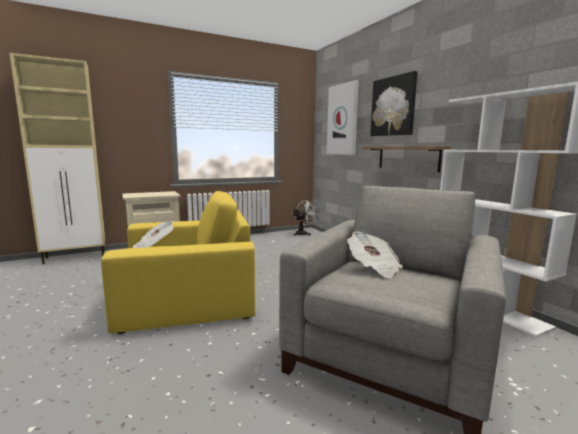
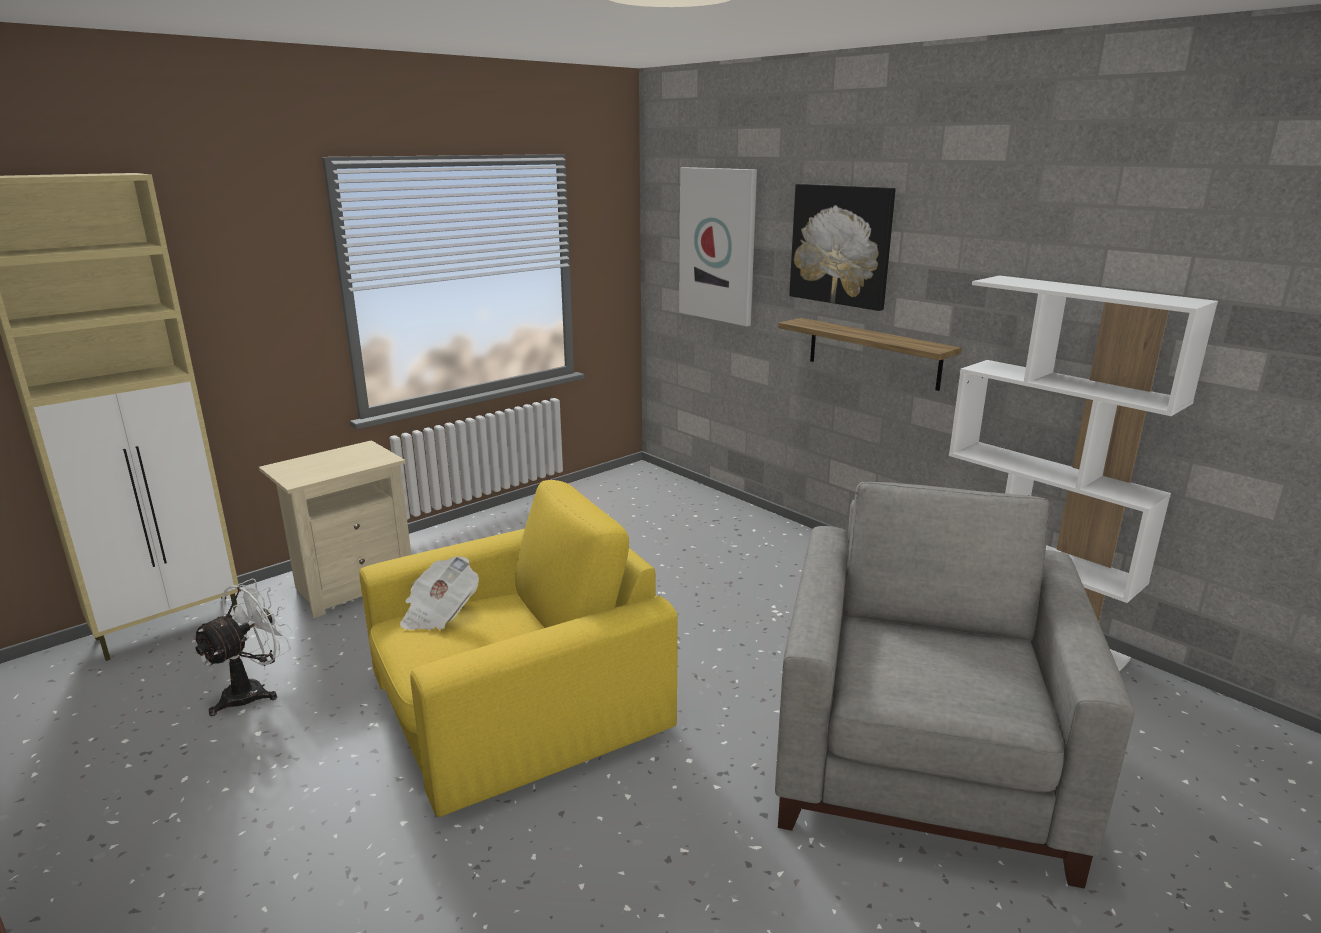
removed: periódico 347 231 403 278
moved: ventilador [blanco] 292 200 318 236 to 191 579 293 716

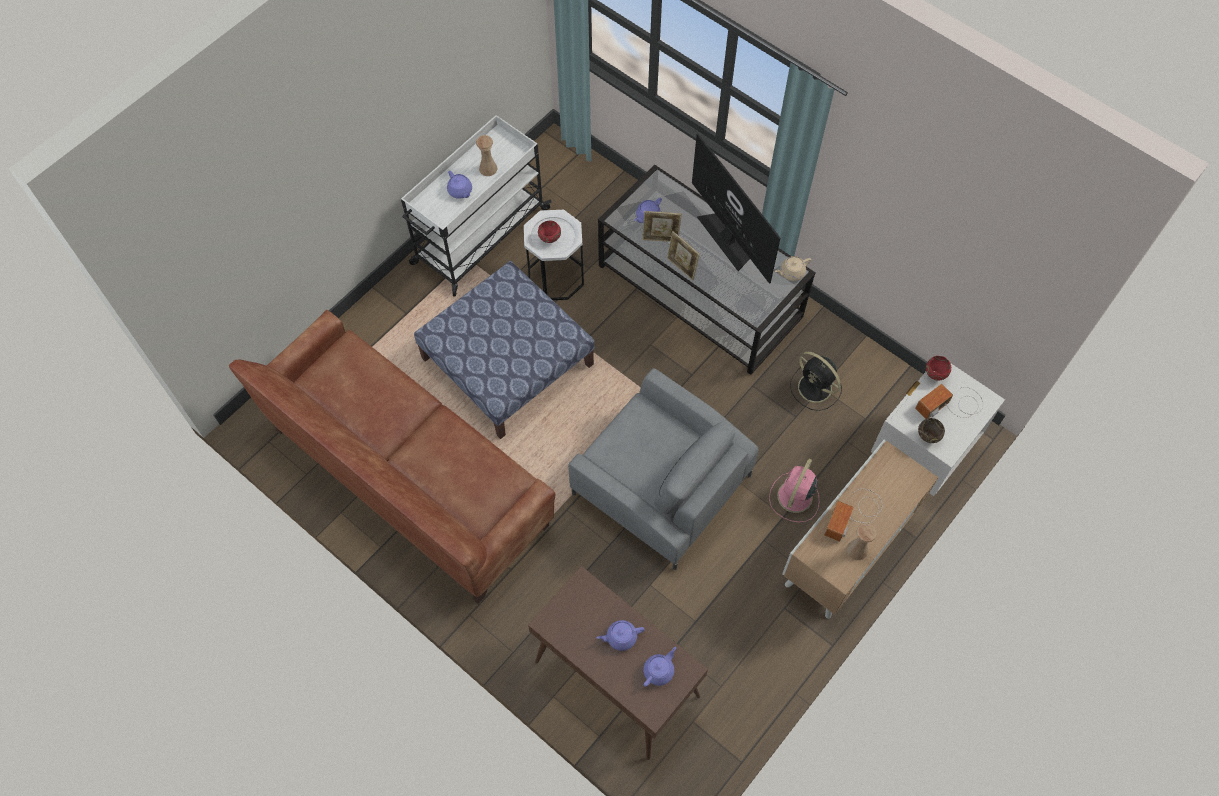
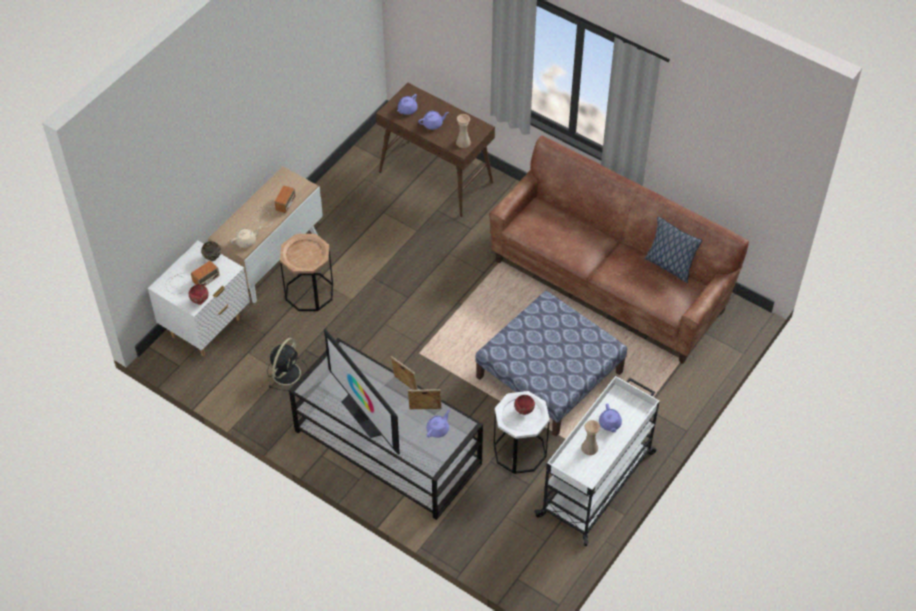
removed: sillón [gris] 568 368 759 570
added: cojín 645 216 702 283
moved: tetera [beis] 775 256 811 281 to 231 227 261 248; florero [beis] 847 523 877 560 to 456 114 471 148
replaced: ventilador [rosa] 769 459 819 522 to mesa auxiliar [marrón] 280 234 333 311
turned: ventilador [negro] 790 352 842 411 = 267 338 308 391 75 degrees clockwise; tetera [morado] 447 171 472 199 = 599 403 622 432 150 degrees counterclockwise

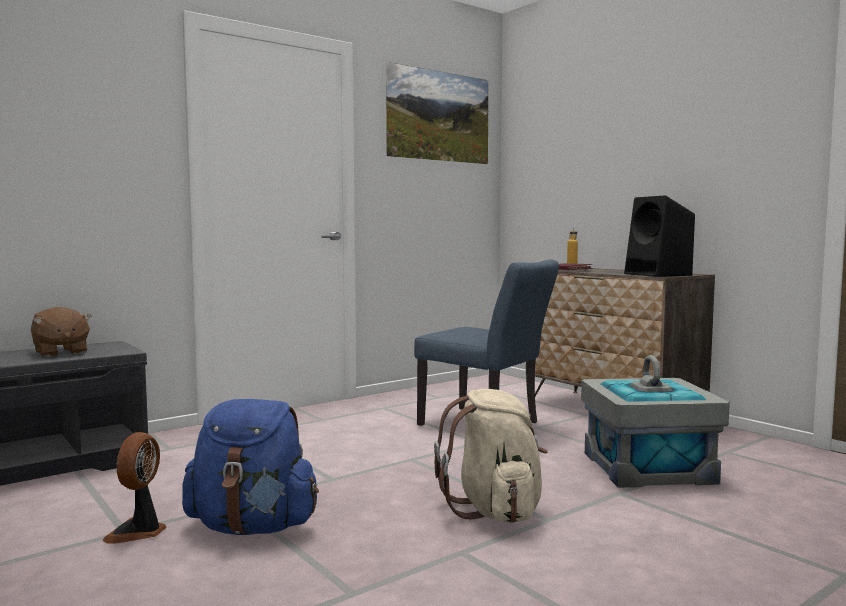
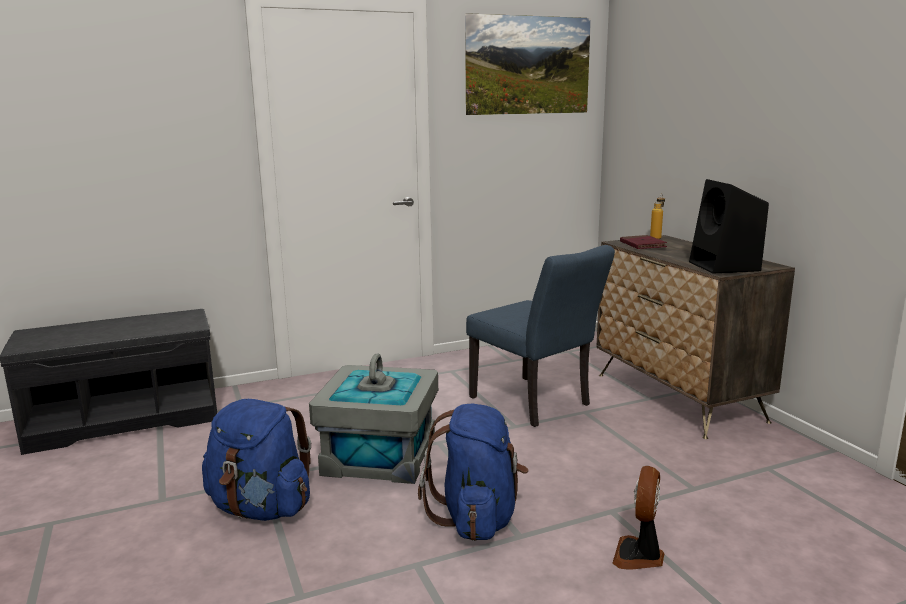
removed: peluche [marrón] 31 307 92 357
moved: caja de almacenaje [gris] 581 355 730 488 to 309 353 438 484; ventilador 103 432 166 544 to 612 466 664 570
recoloured: mochila [beis] 434 389 548 523 to mochila [azul] 418 403 529 541

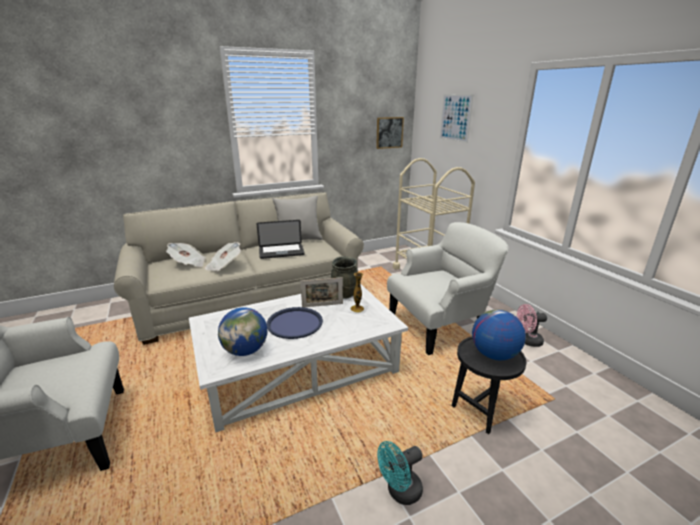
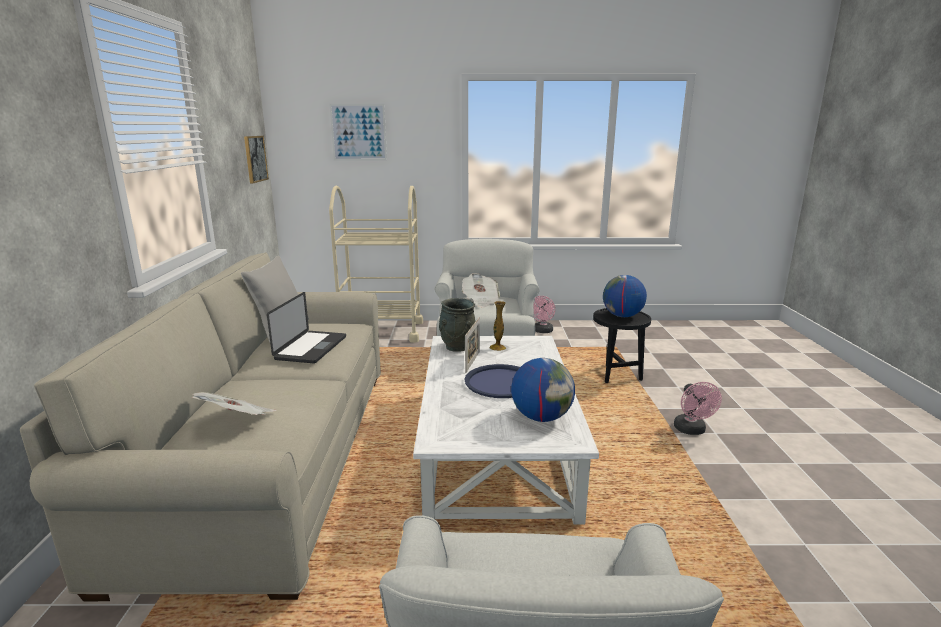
moved: periódico 205 242 241 272 to 462 273 500 307
recoloured: ventilador [turquesa] 377 441 423 505 to ventilador [rosa] 674 382 722 435

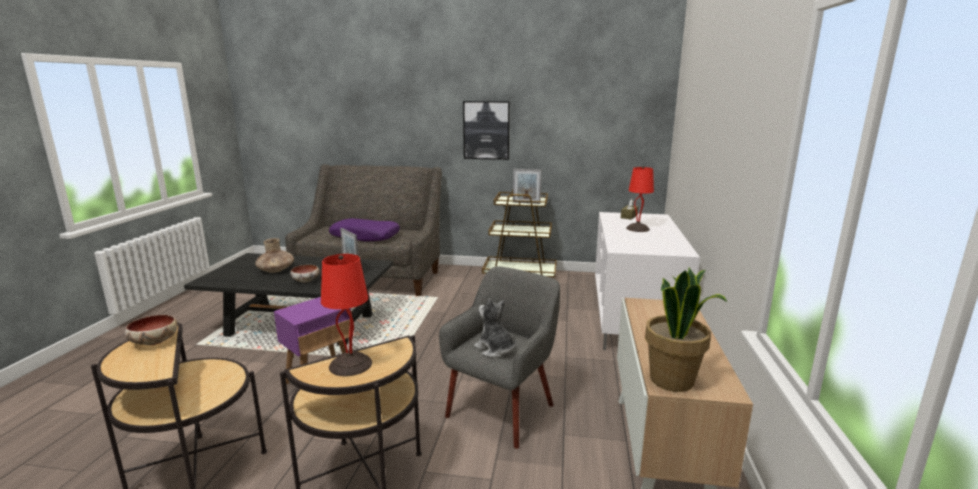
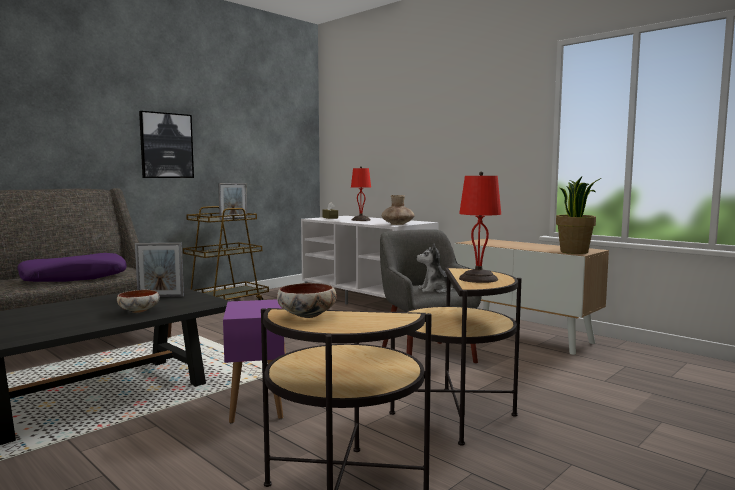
moved: florero [marrón] 255 238 294 273 to 382 195 415 225

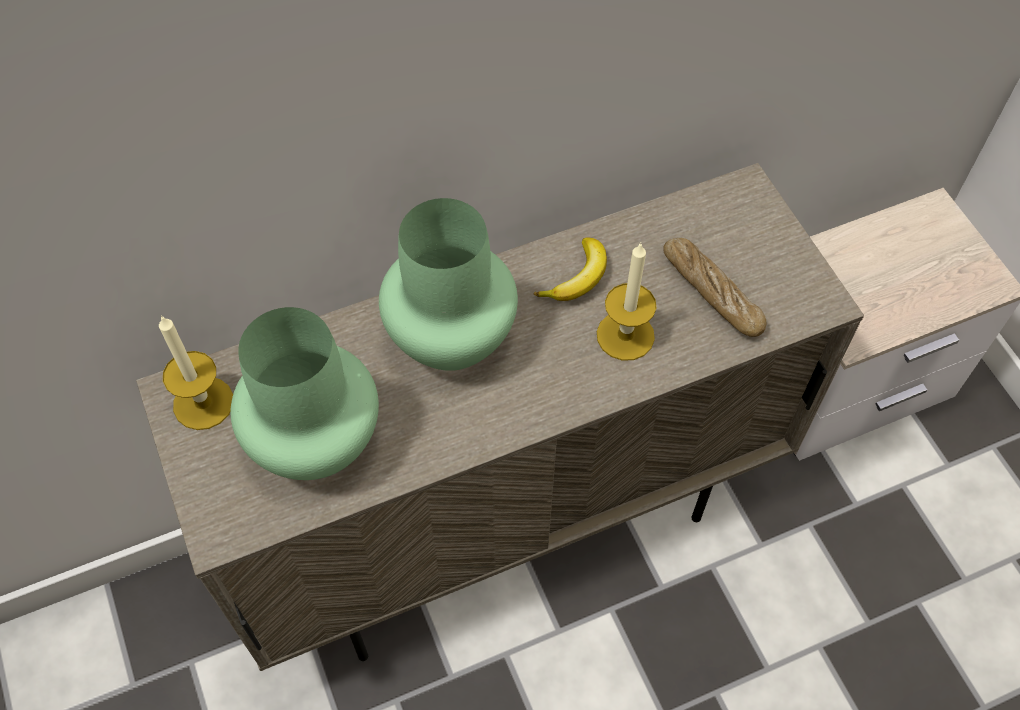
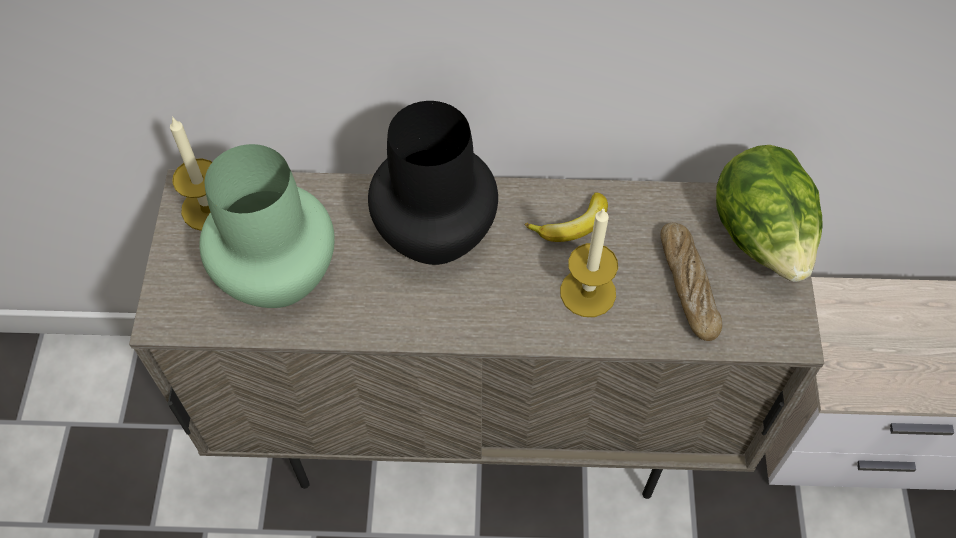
added: lechuga 716 145 823 282
recoloured: florero [verde] 379 198 518 371 to florero [negro] 368 101 498 265

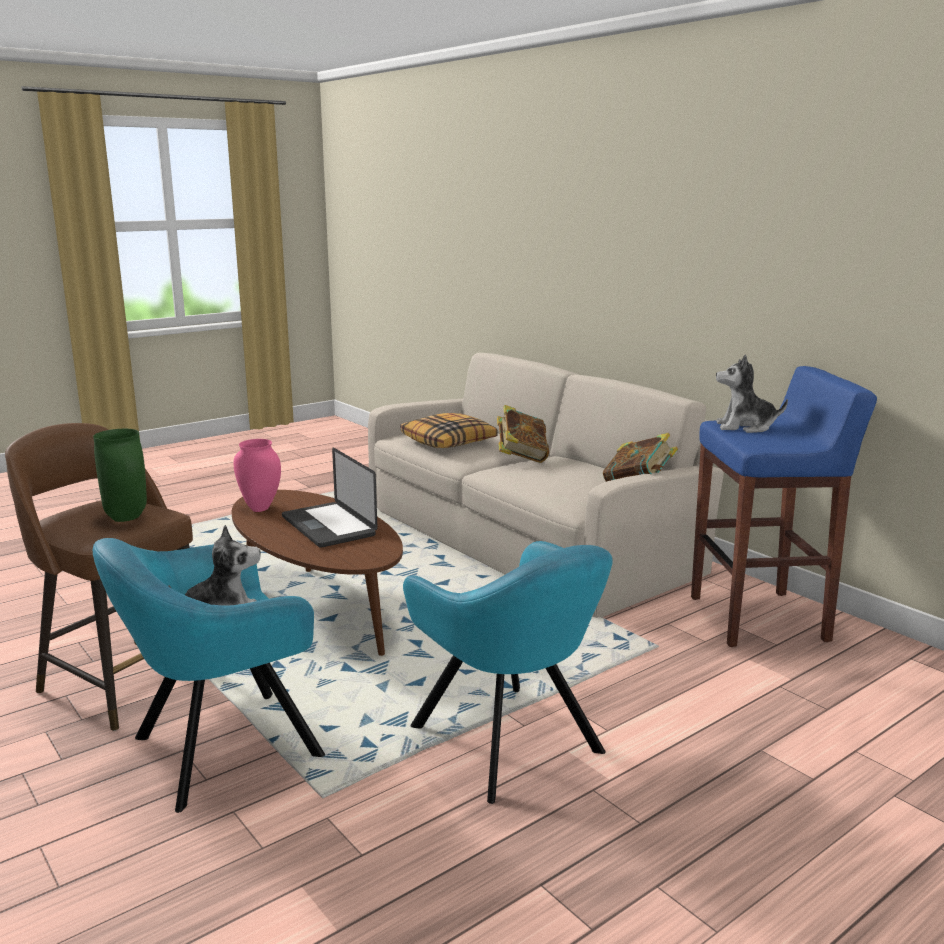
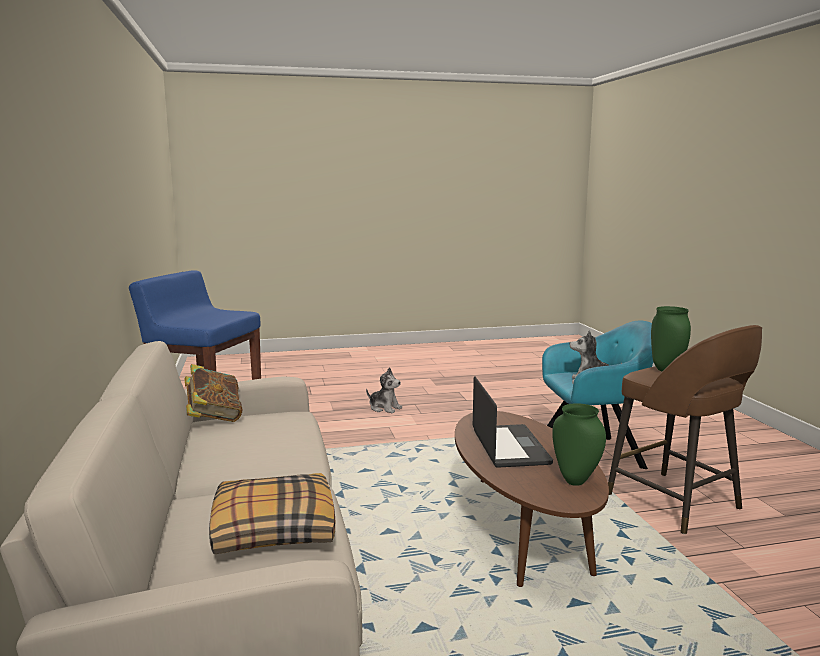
removed: sillón [turquesa] 403 541 613 804; libro 497 405 549 463
moved: peluche 716 355 788 433 to 366 367 402 414
recoloured: florero [rosa] 234 439 281 512 to florero [verde] 552 403 606 486

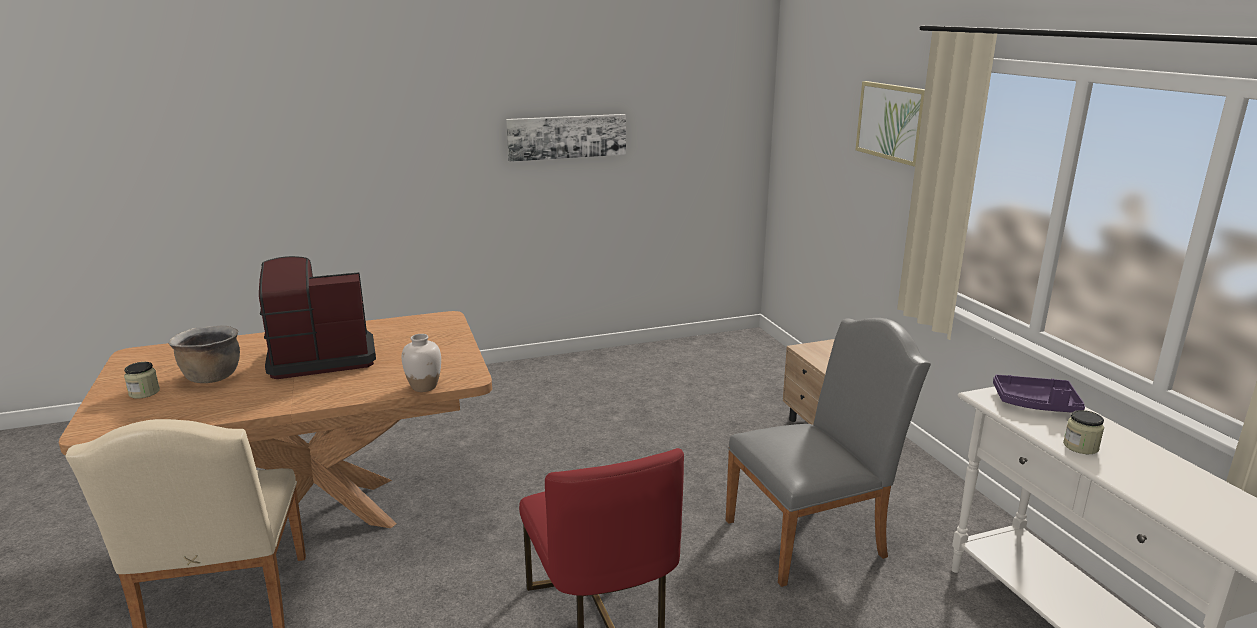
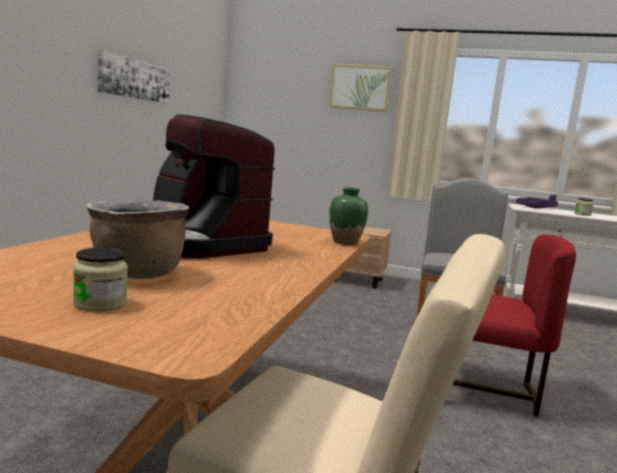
recoloured: florero [blanco] 402 334 441 392 to florero [verde] 329 187 368 245
turned: cafetera 259 256 376 379 = 153 114 275 258 60 degrees counterclockwise

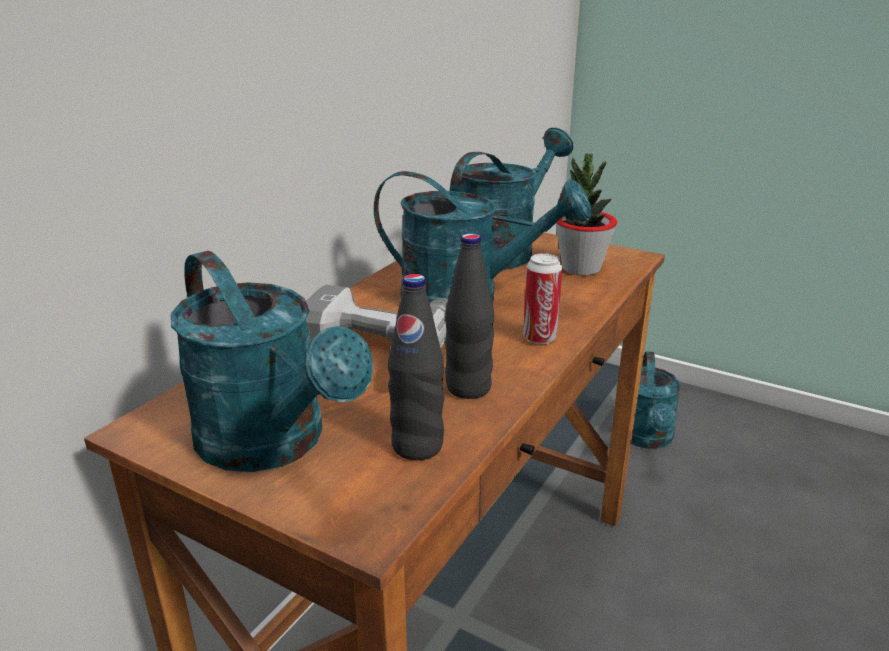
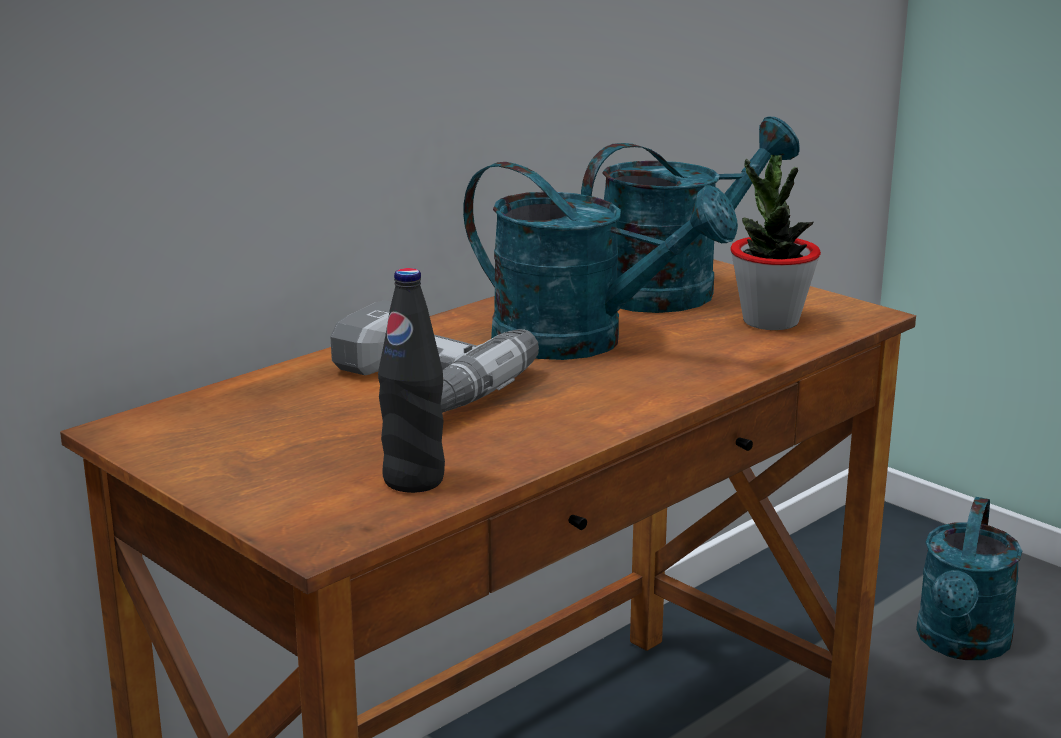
removed: regadera [turquesa] 171 251 373 472; botella [negro] 445 233 494 399; lata 523 253 562 344

